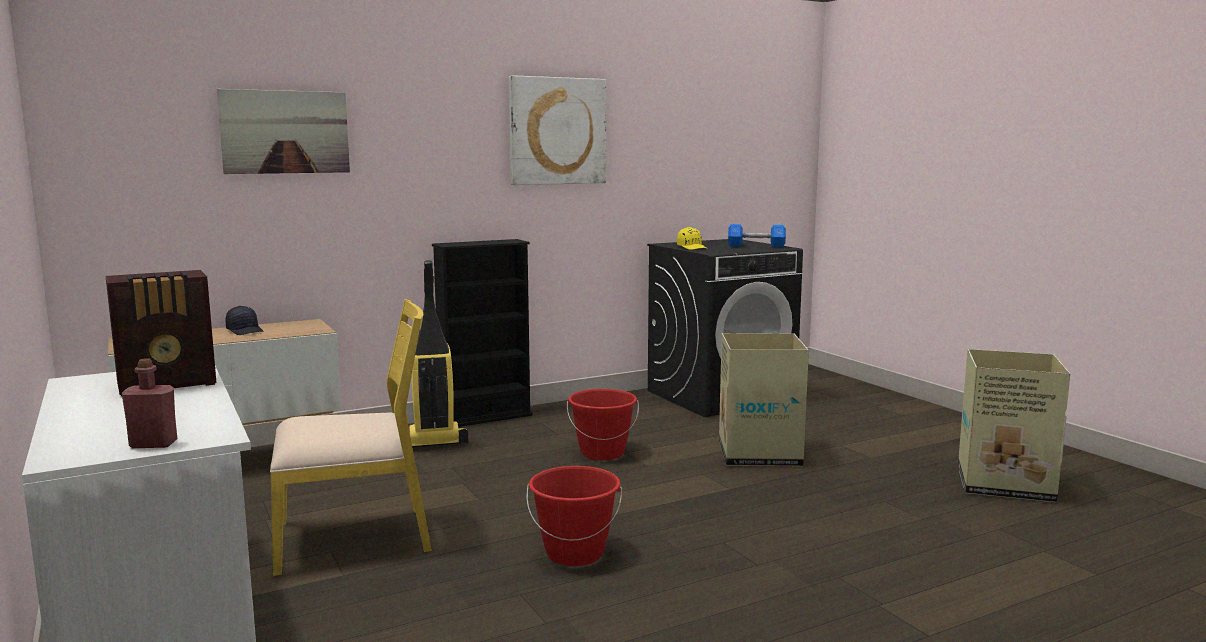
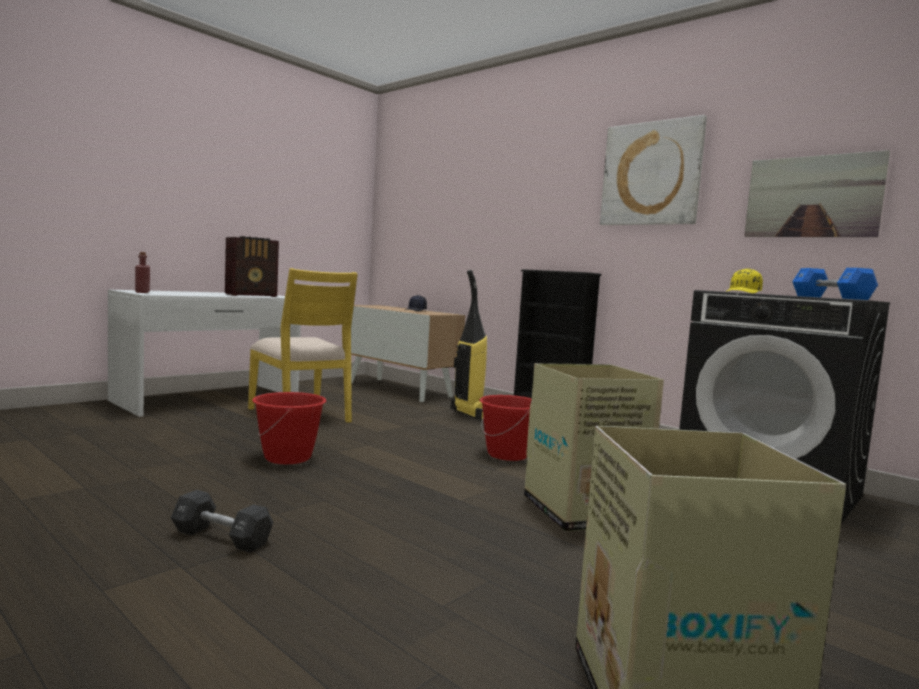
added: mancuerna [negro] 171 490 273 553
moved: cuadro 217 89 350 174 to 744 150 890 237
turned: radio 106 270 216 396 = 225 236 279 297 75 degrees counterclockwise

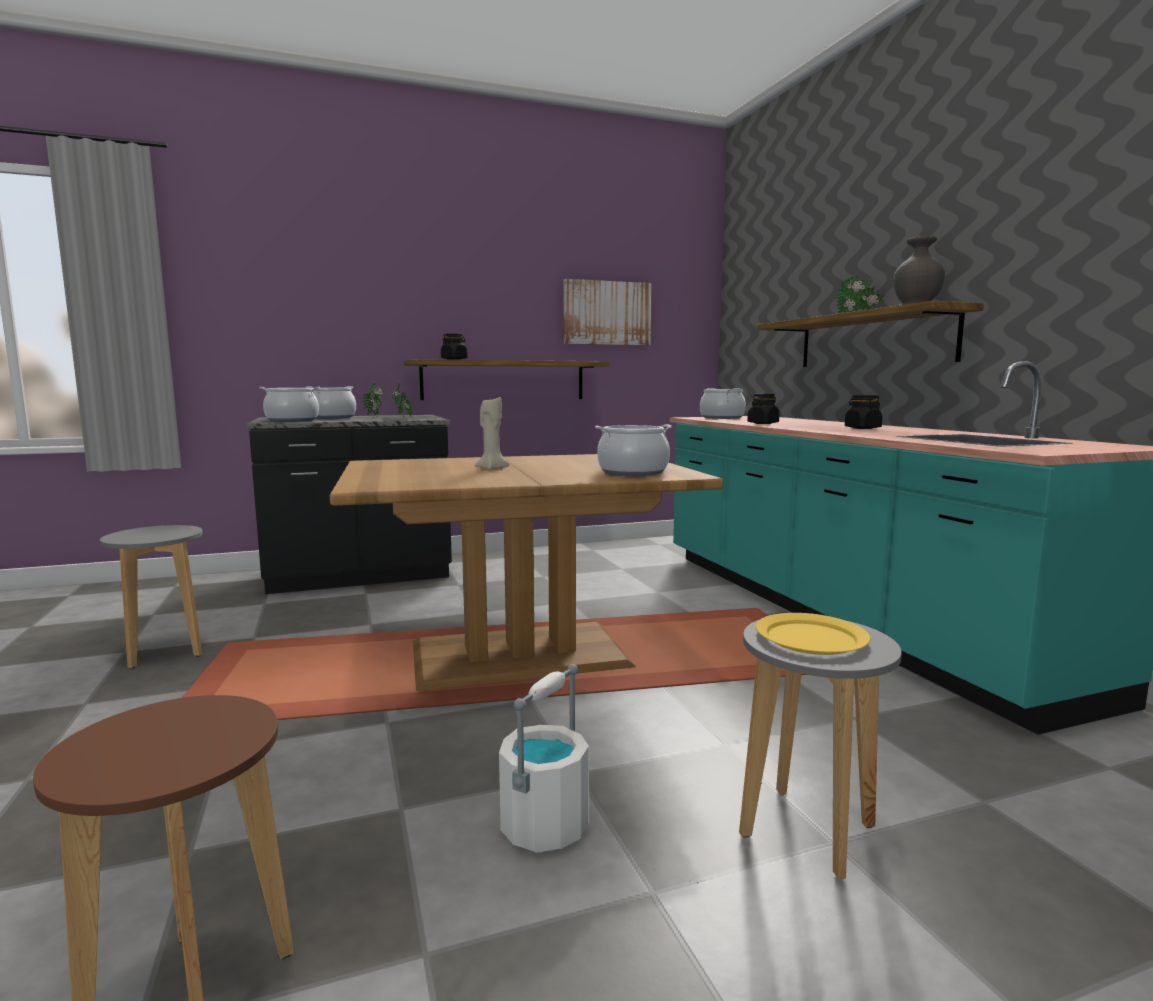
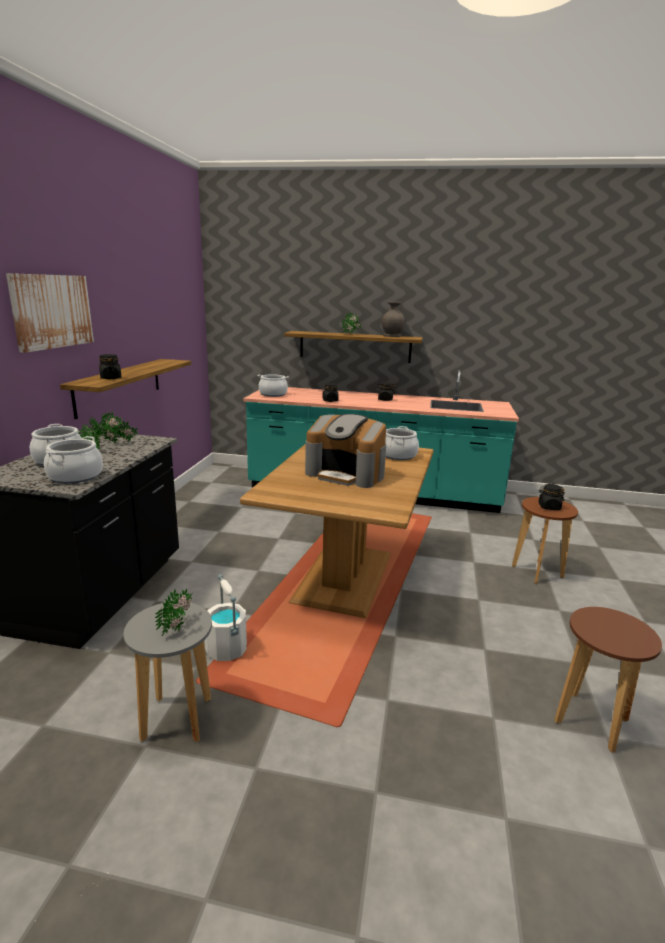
added: planta en maceta 155 588 193 637
moved: cuadro 564 279 652 346 to 6 273 94 353; cubo [blanco] 499 664 589 853 to 204 574 247 661
replaced: vela [beis] 475 396 509 470 to cafetera 305 414 386 488; plato [amarillo] 756 613 870 655 to tarro [negro] 538 484 565 510
recoloured: taburete [gris] 739 620 902 879 to taburete [marrón] 512 497 578 584

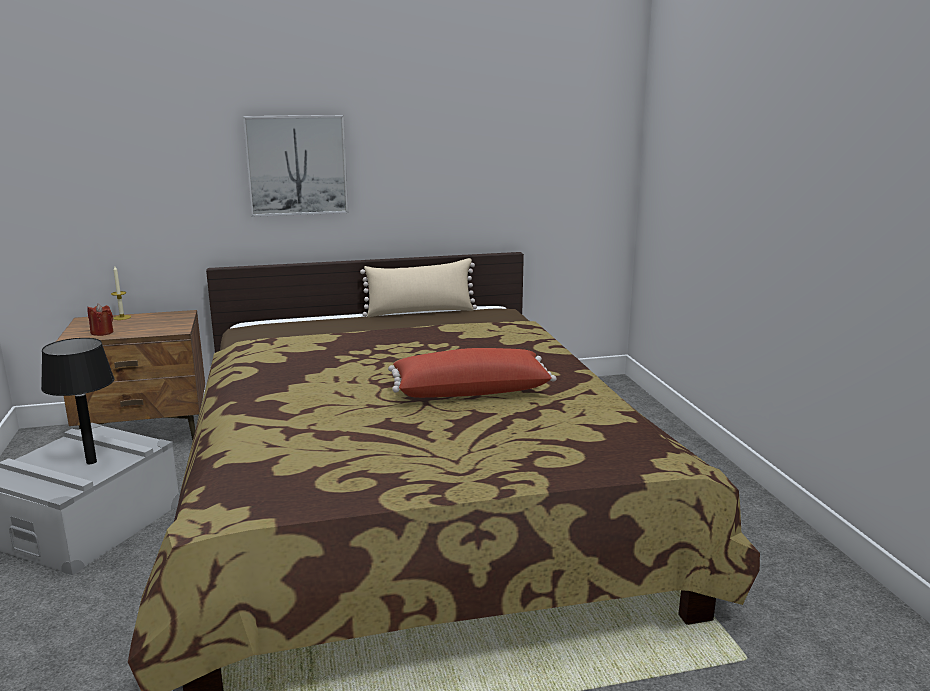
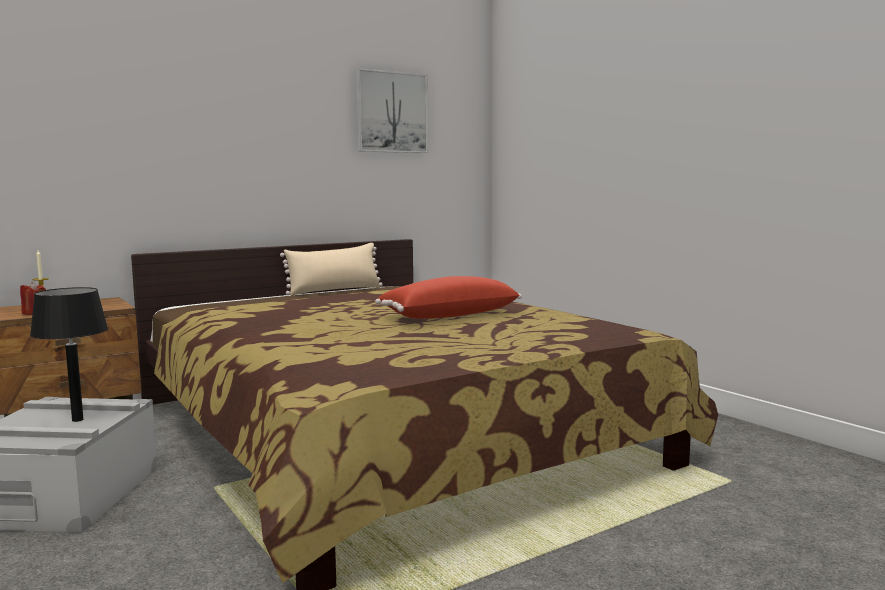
moved: cuadro 243 115 348 217 to 356 68 428 153

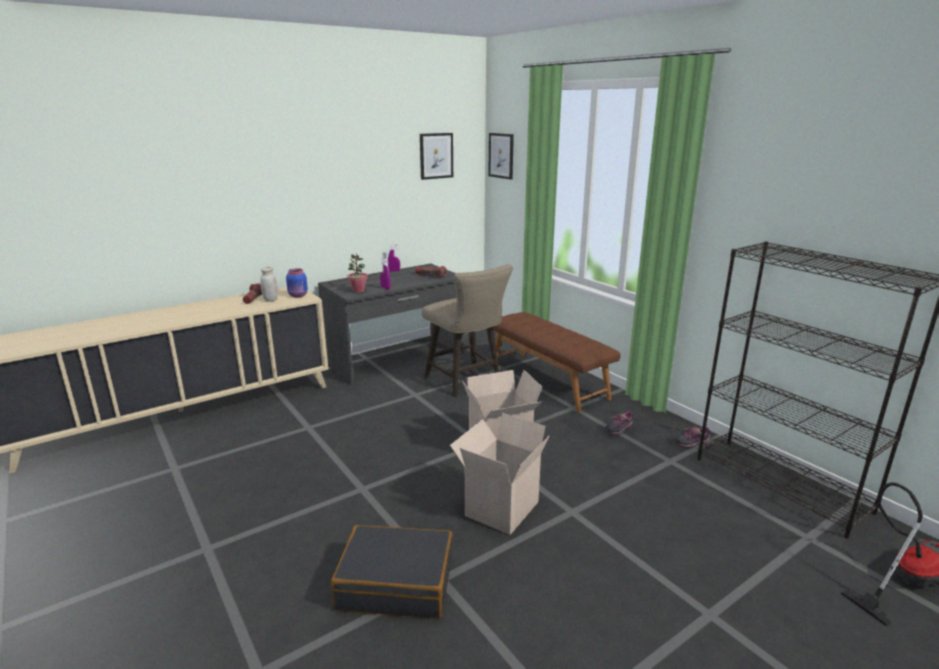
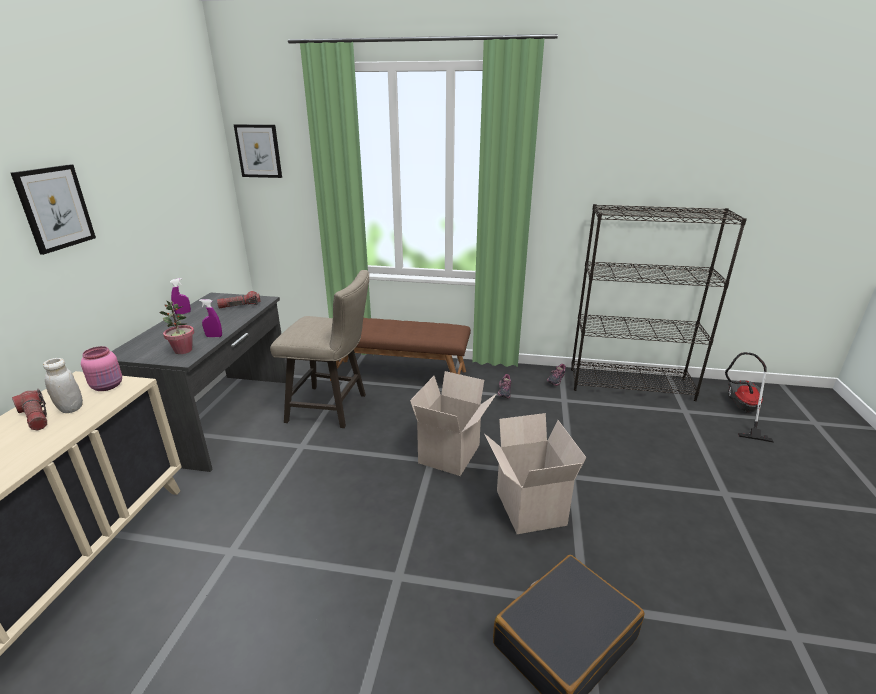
moved: cuadro 420 133 453 180 to 11 164 96 255
recoloured: tarro [azul] 286 269 308 297 to tarro [rosa] 81 346 122 391

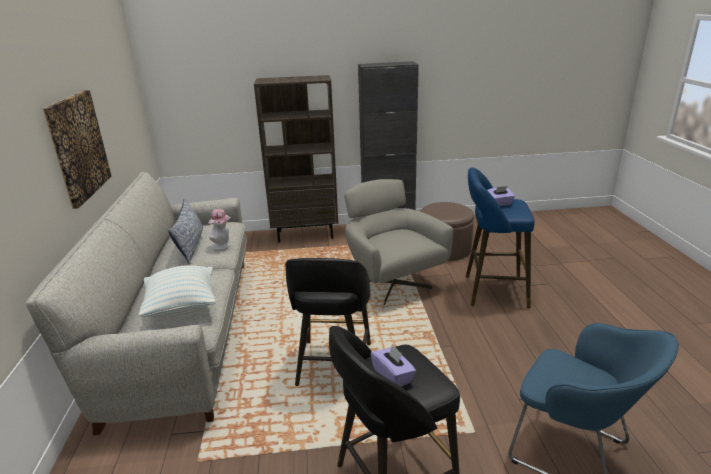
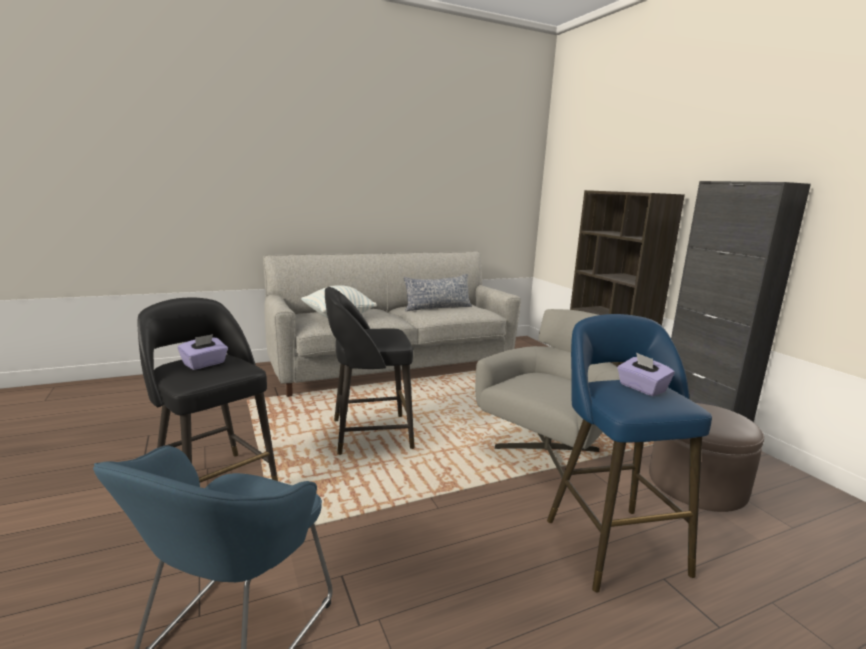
removed: cuadro 43 90 112 209; sombrero 208 209 230 250

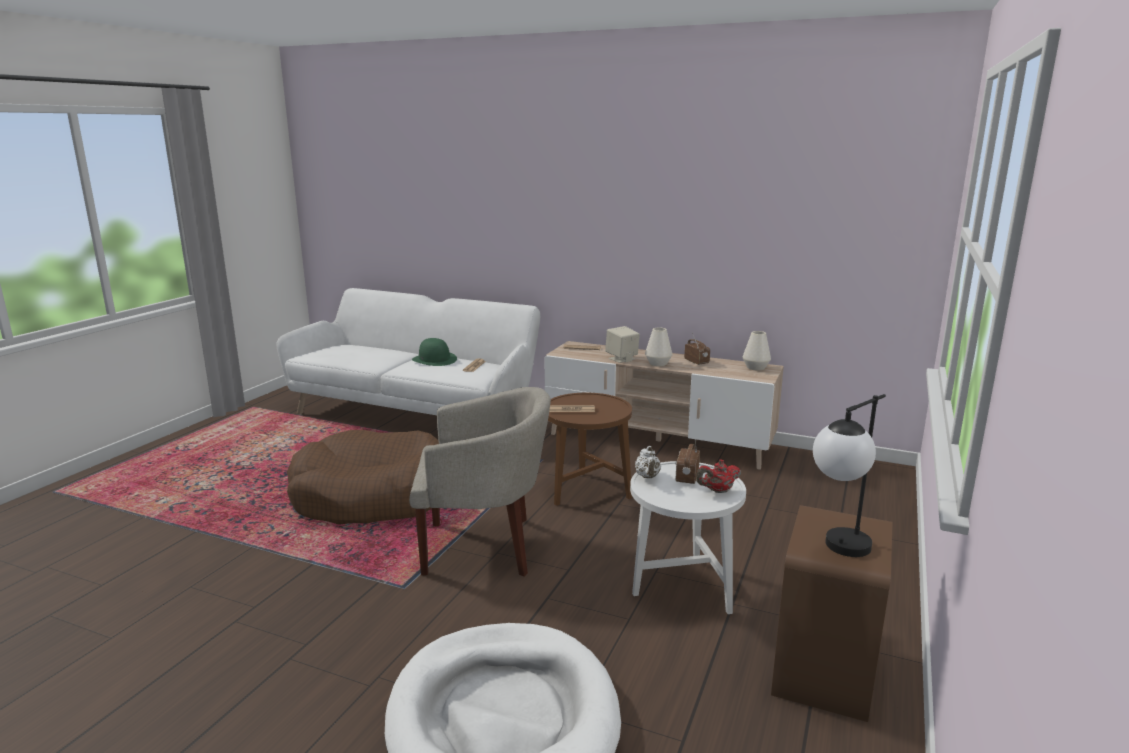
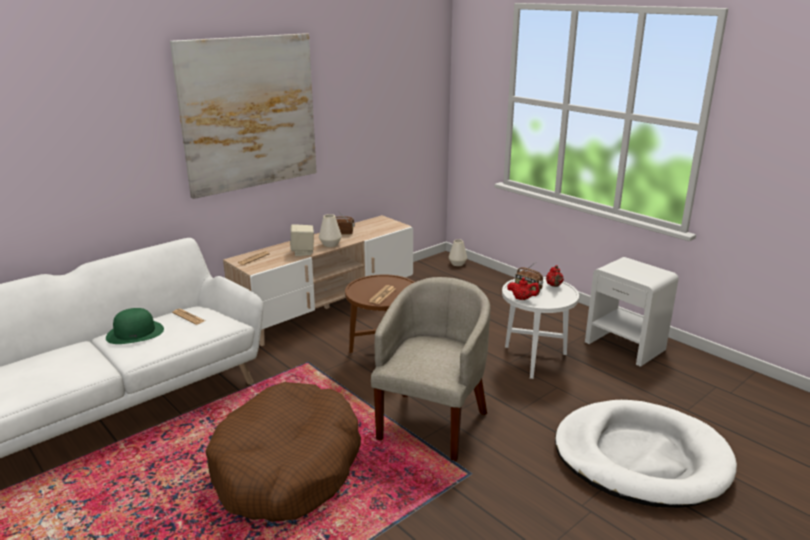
removed: lámpara de mesa 813 394 886 557
added: cuadro 170 33 317 199
moved: florero [blanco] 743 331 771 370 to 449 239 467 266
recoloured: tetera [blanco] 635 446 661 478 to tetera [rojo] 507 278 540 300; mesita de noche [marrón] 771 505 893 722 to mesita de noche [blanco] 585 257 679 367

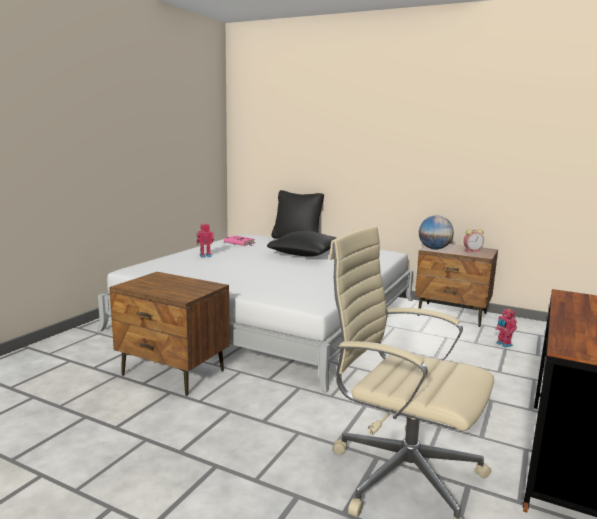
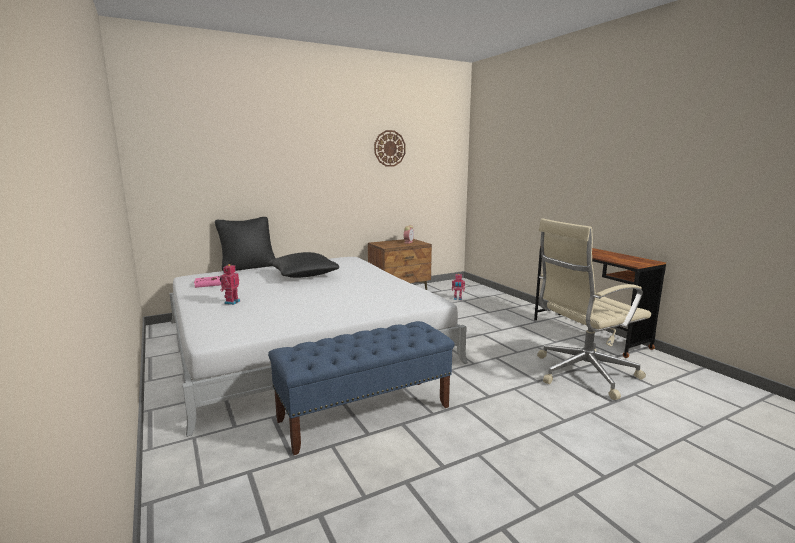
removed: globo terráqueo 419 215 454 249
added: reloj de pared 374 130 406 167
replaced: mesita de noche [marrón] 109 272 230 396 to banco [azul] 268 321 454 455

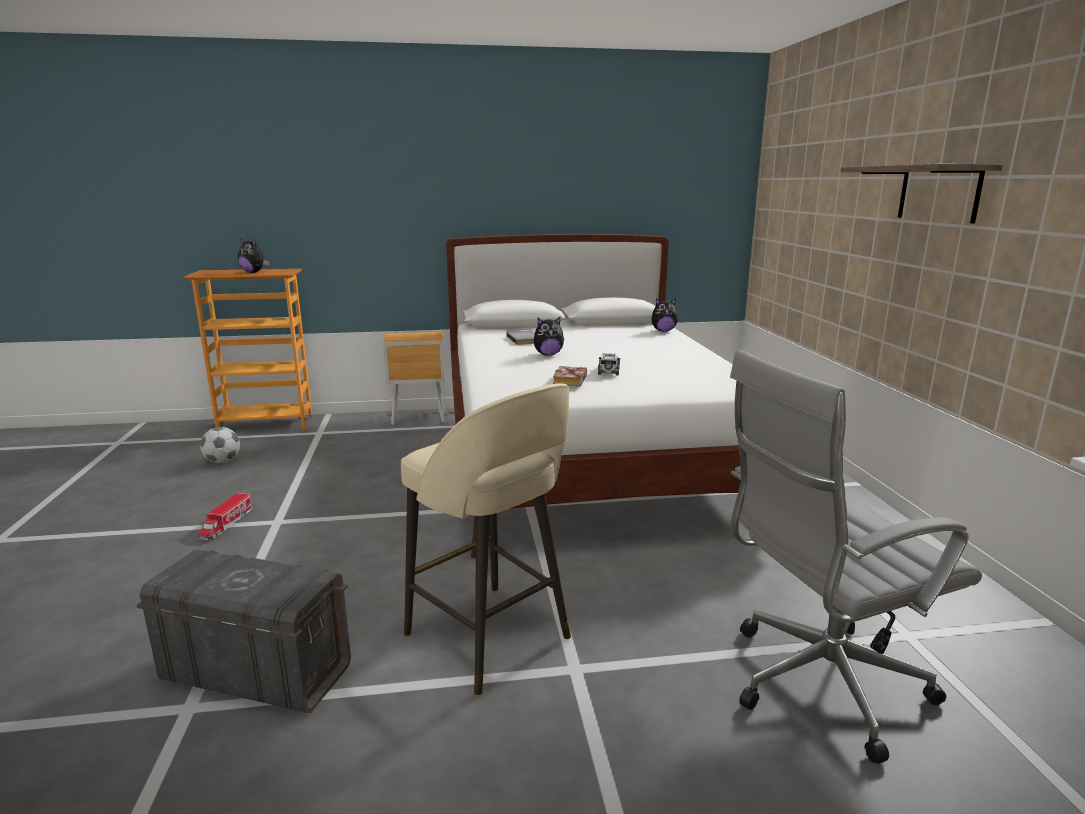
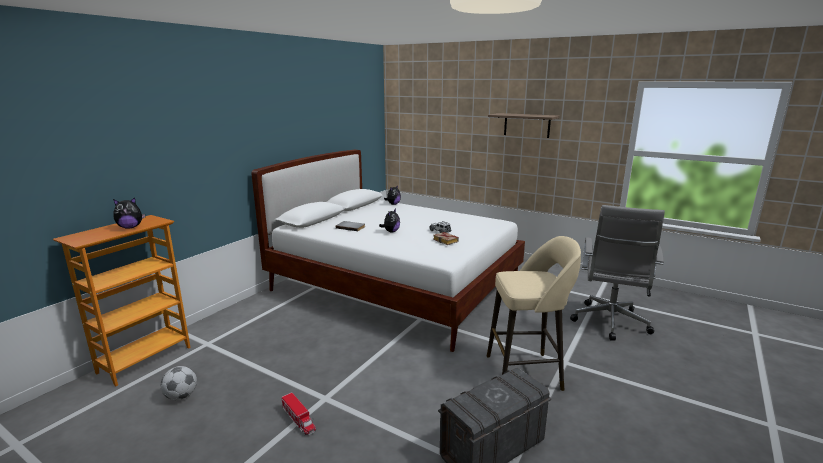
removed: mesita de noche [marrón] 383 332 445 425

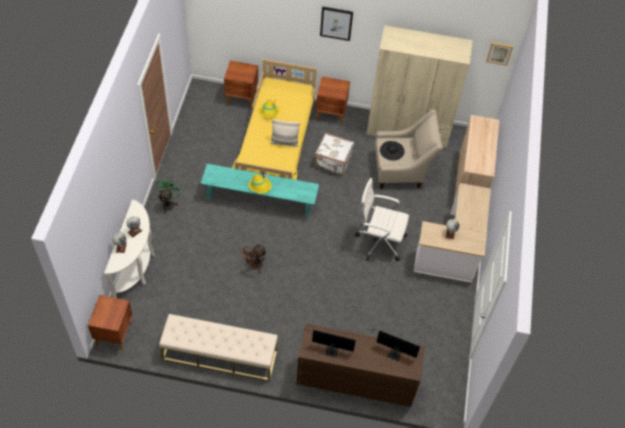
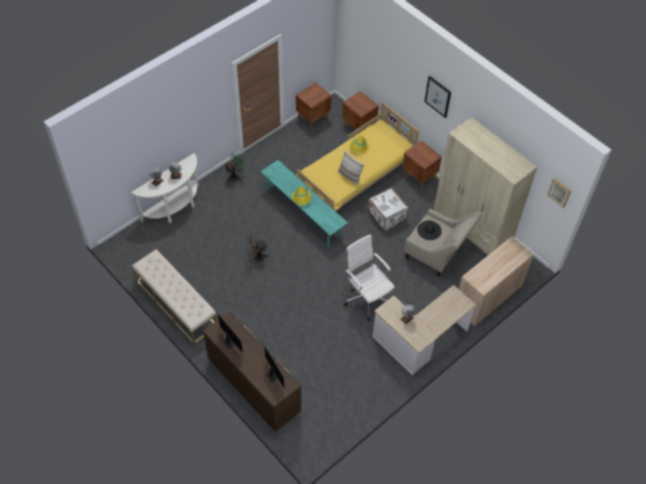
moved: mesita de noche [marrón] 88 295 133 351 to 296 83 332 131

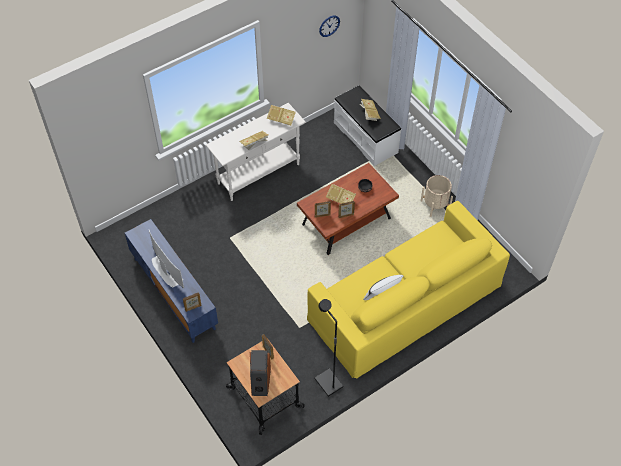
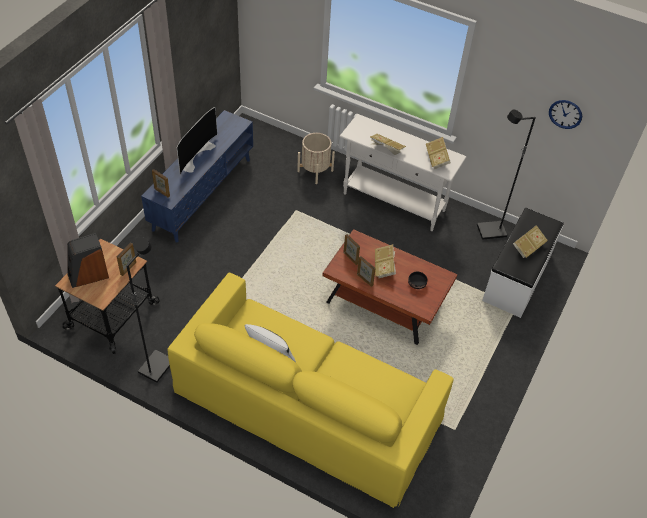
added: lámpara de pie [negro] 477 109 536 240
moved: maceta [beis] 421 175 453 217 to 297 133 335 184

